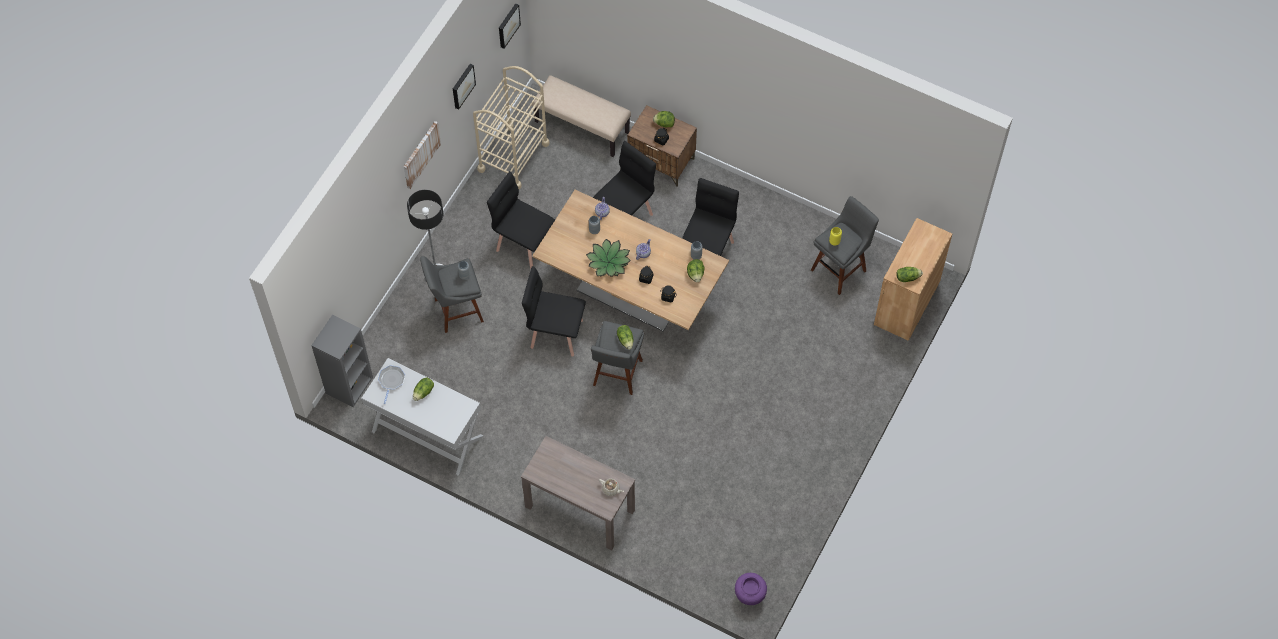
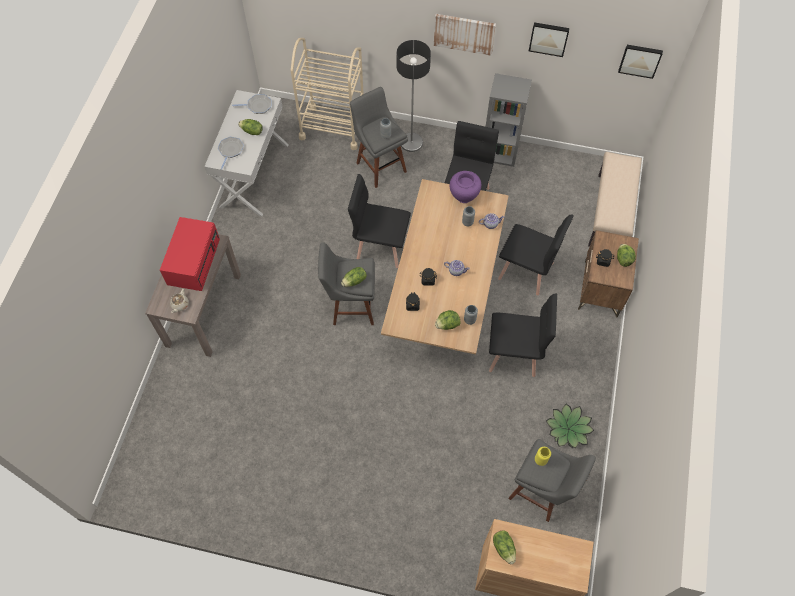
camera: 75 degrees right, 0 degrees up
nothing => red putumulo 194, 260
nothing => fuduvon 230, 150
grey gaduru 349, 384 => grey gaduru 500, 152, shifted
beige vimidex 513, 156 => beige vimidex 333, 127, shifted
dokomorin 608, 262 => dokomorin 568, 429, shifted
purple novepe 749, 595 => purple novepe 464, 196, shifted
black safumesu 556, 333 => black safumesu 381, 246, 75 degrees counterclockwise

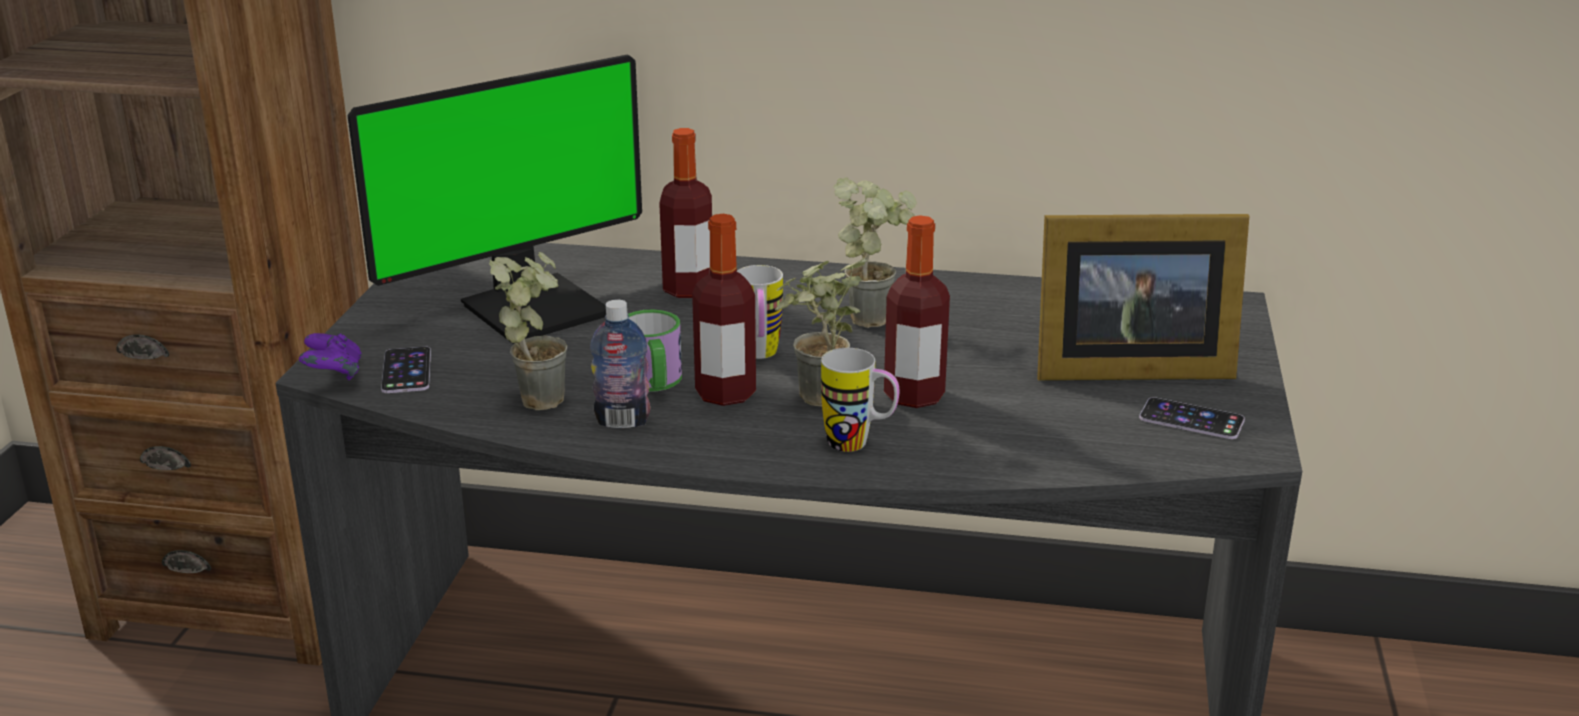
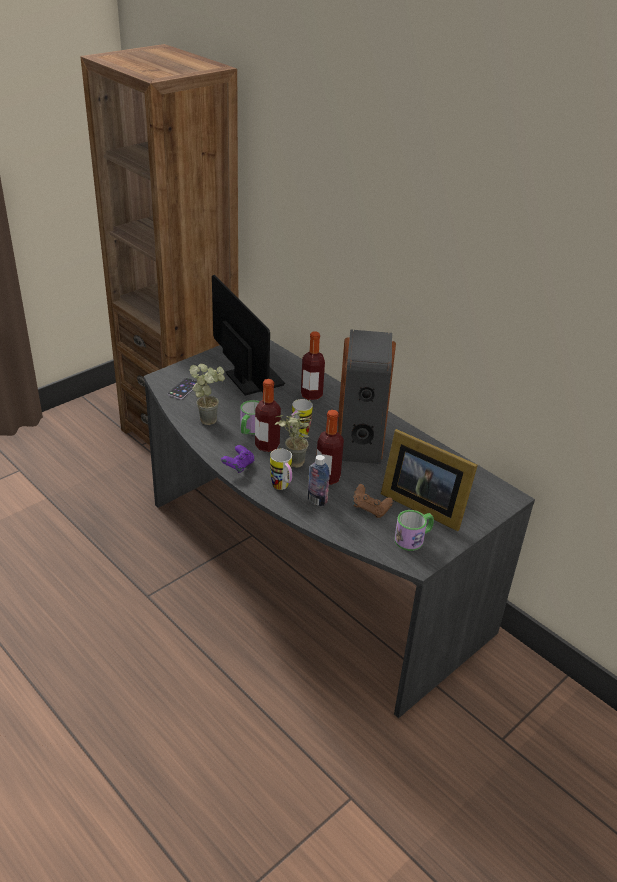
camera: 35 degrees right, 10 degrees up
nothing => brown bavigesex 370, 509
purple bavigesex 333, 376 => purple bavigesex 238, 466, shifted
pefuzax 622, 421 => pefuzax 317, 500, shifted
dokomorin 875, 316 => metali 361, 437
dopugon 1191, 419 => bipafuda 413, 538
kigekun 534, 307 => kigekun 251, 380, 120 degrees counterclockwise

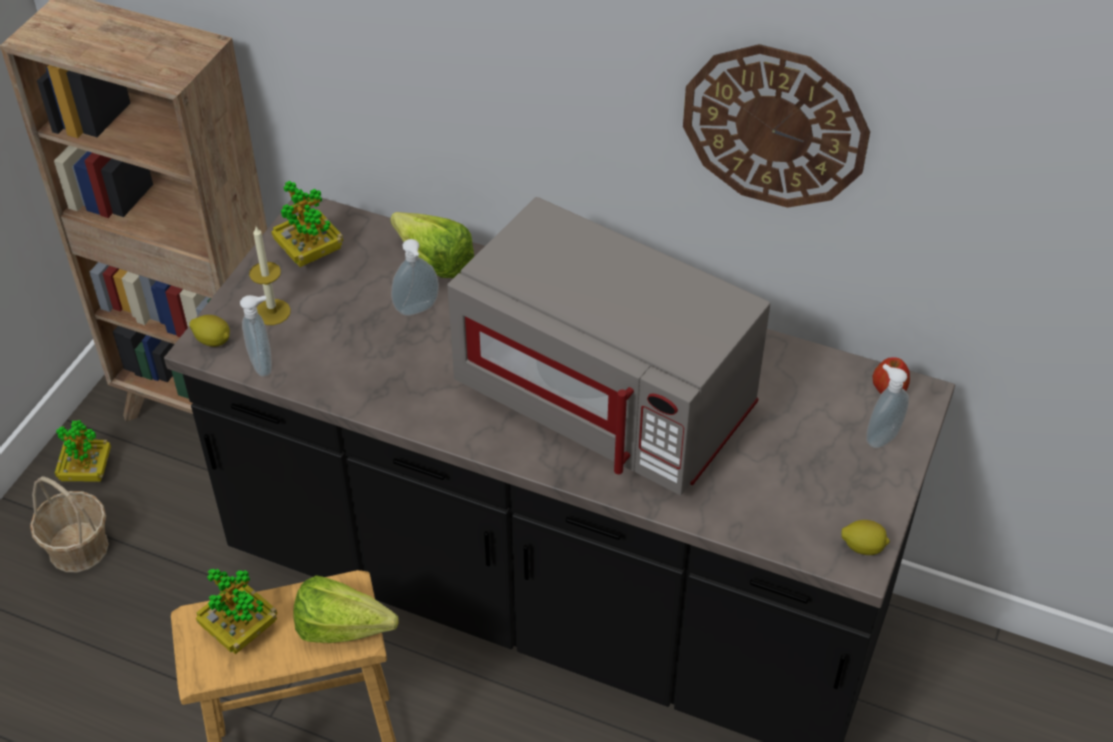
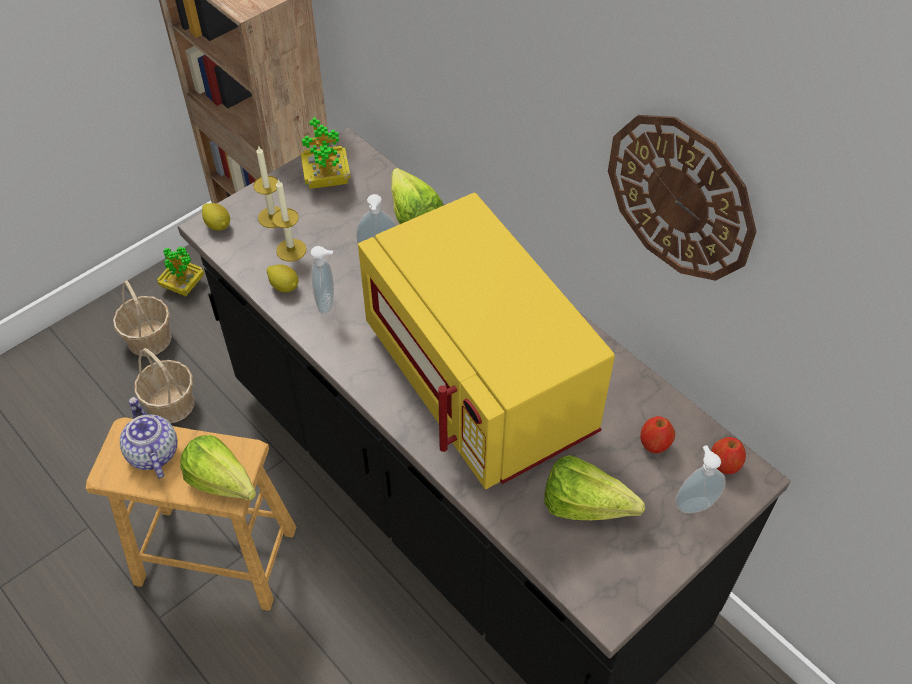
camera: 25 degrees right, 5 degrees up
nothing => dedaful 171, 403
nothing => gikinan 291, 250
nothing => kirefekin 592, 510
nothing => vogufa 654, 444
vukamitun 264, 364 => vukamitun 328, 303, shifted
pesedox 862, 547 => pesedox 284, 286, shifted
dokomorin 240, 630 => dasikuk 152, 452
grey putumulo 607, 399 => yellow putumulo 481, 381

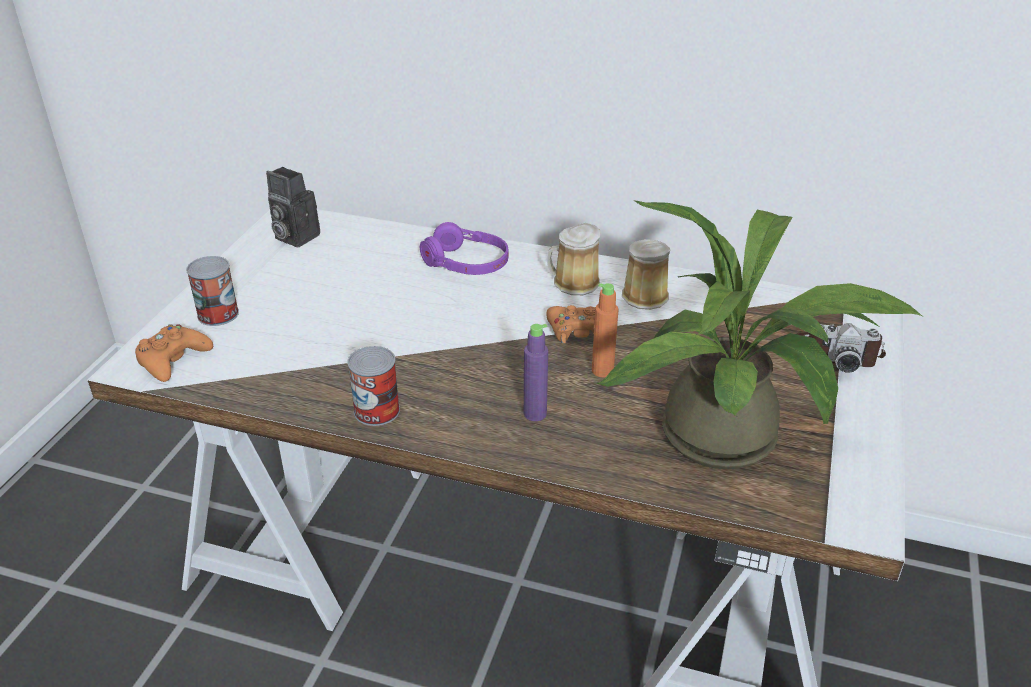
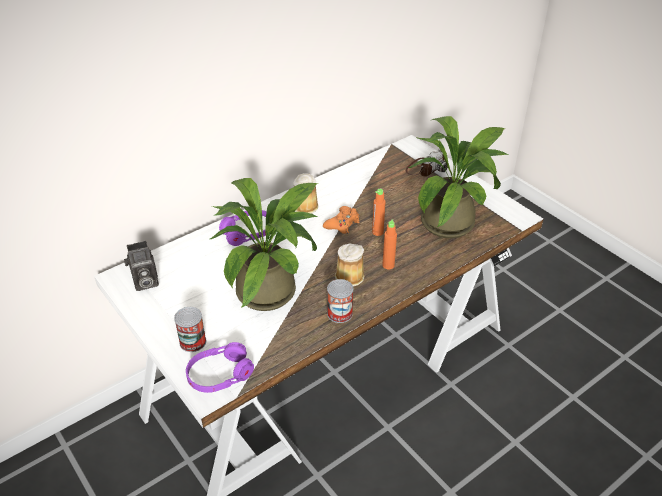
camera: 55 degrees left, 5 degrees up
nothing => dokomorin 273, 289
bipafuda 646, 295 => bipafuda 348, 276, shifted
orange bavigesex 173, 360 => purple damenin 220, 375
purple pefuzax 535, 414 => orange pefuzax 388, 265

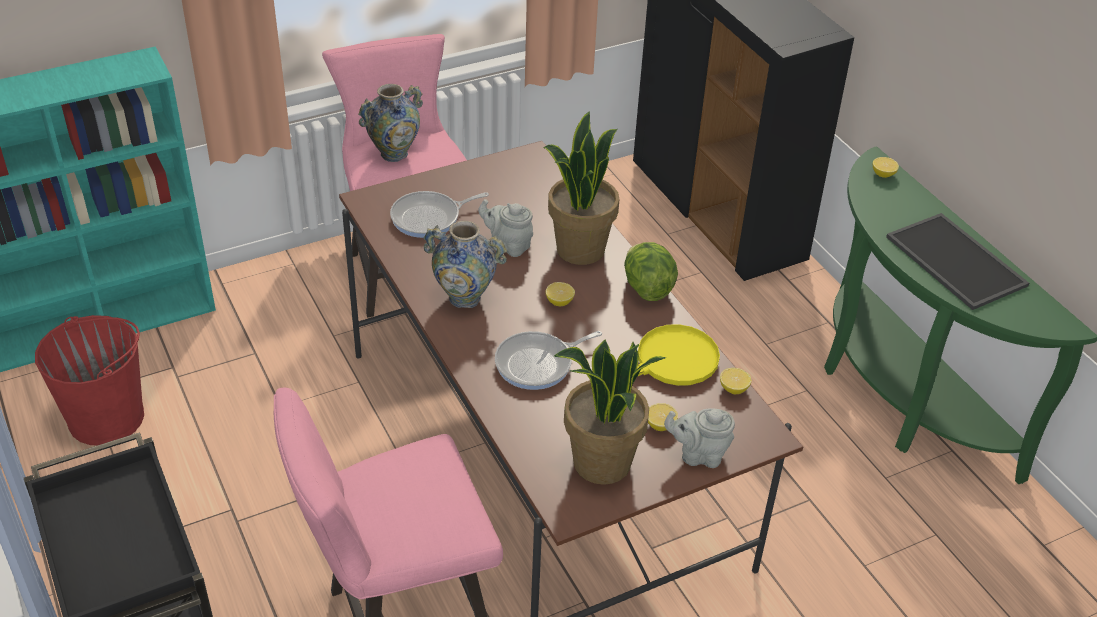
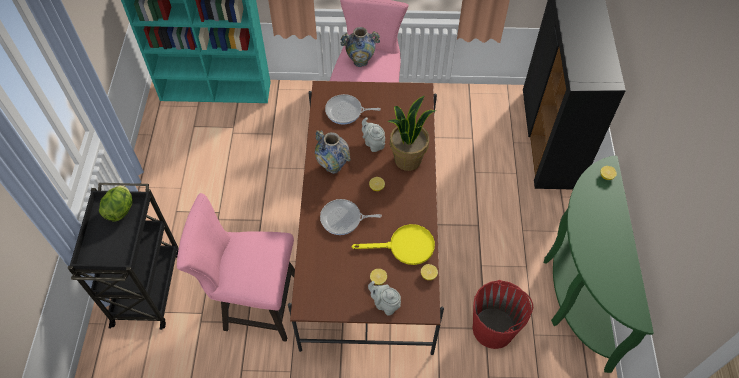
camera: 30 degrees right, 15 degrees up
dokomorin 602, 464 => nothing
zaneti 958, 261 => nothing
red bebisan 107, 418 => red bebisan 493, 328, shifted
kirefekin 647, 288 => kirefekin 121, 210, shifted

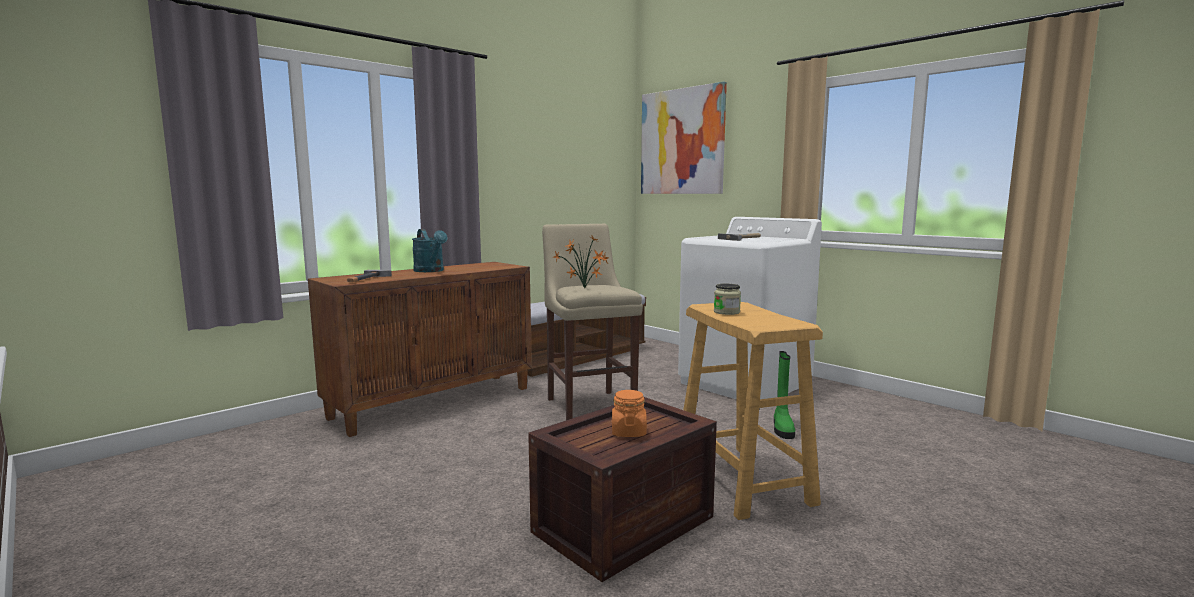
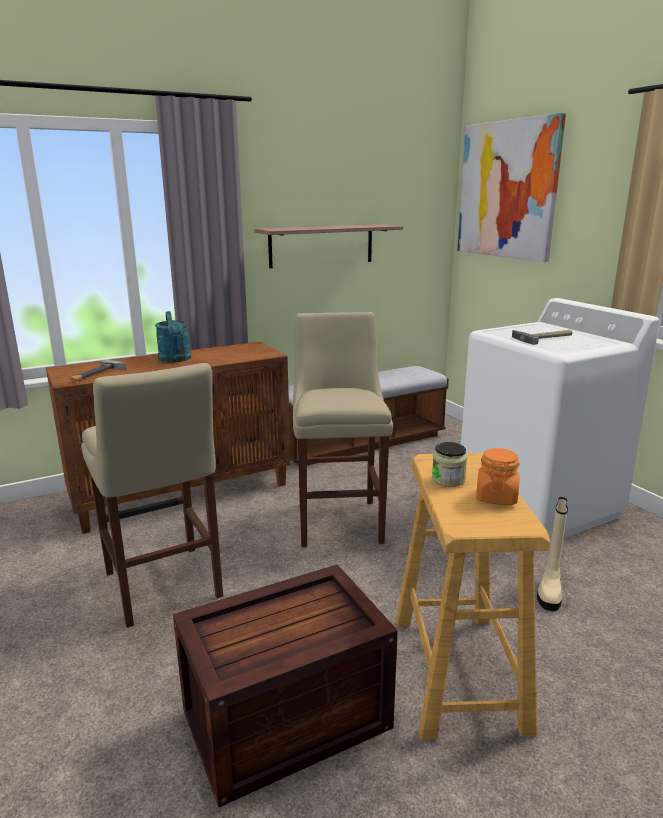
camera: 15 degrees right, 10 degrees up
dokomorin 585, 289 => nothing
nothing => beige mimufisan 164, 588
nothing => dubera 321, 245
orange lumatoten 628, 432 => orange lumatoten 496, 497, shifted
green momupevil 782, 428 => beige momupevil 550, 591

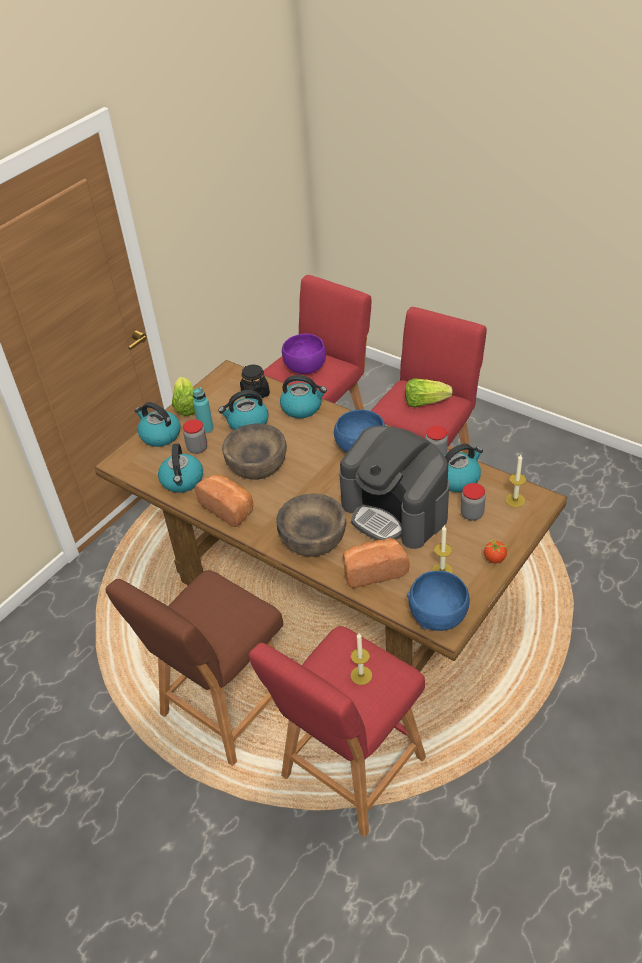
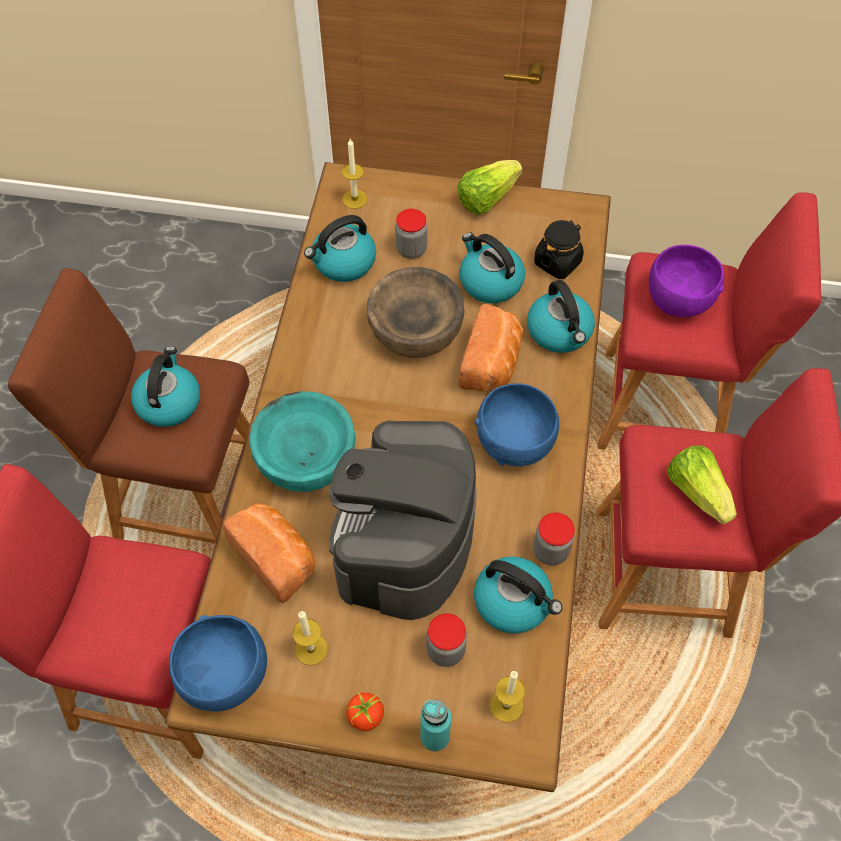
camera: 60 degrees right, 15 degrees up
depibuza 159, 435 => depibuza 169, 402, shifted
turquoise pefuzax 206, 428 => turquoise pefuzax 435, 736, shifted
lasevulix 229, 508 => lasevulix 492, 363, shifted
gikinan 361, 675 => gikinan 354, 199, shifted
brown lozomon 313, 538 => turquoise lozomon 305, 457

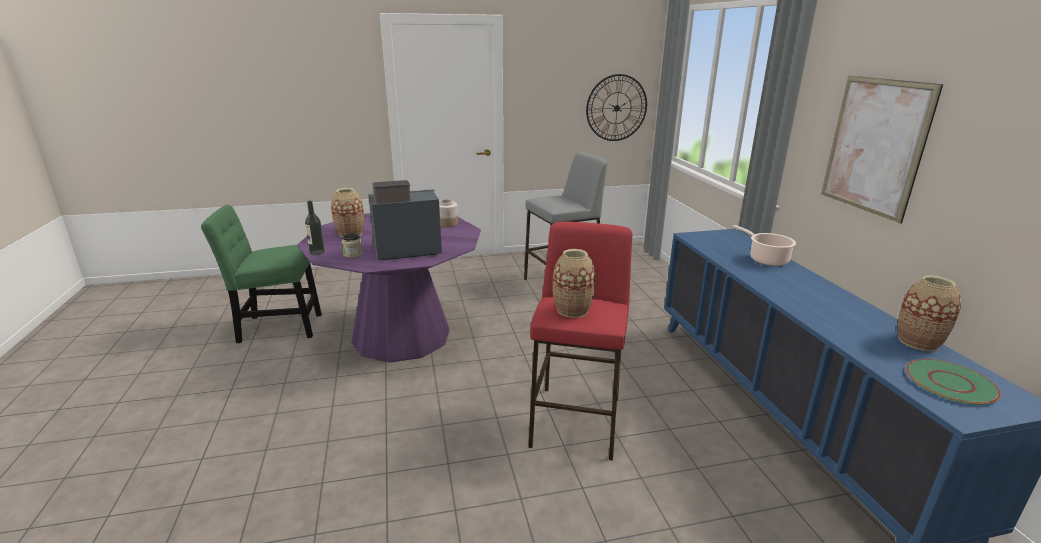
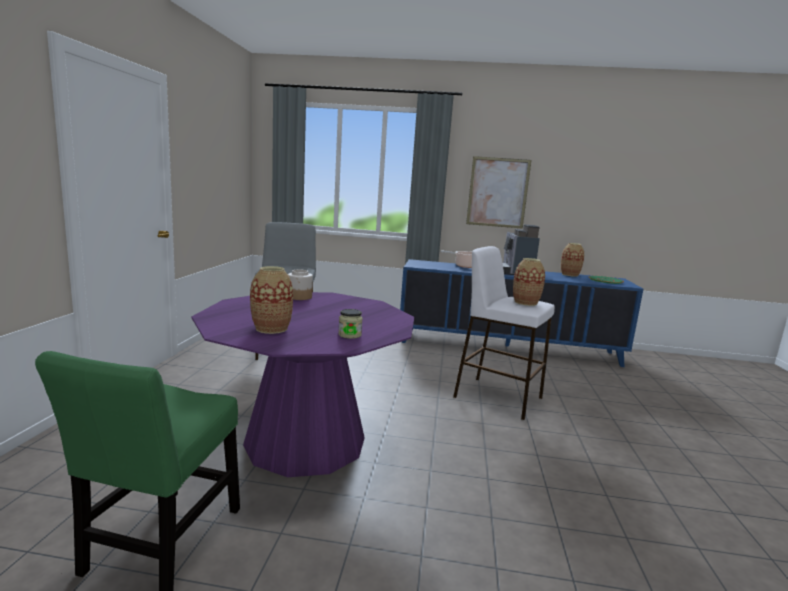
camera: 70 degrees left, 10 degrees down
pefuzax 317, 252 => nothing
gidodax 616, 108 => nothing
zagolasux 404, 251 => zagolasux 515, 272, shifted
red mimufisan 576, 421 => white mimufisan 497, 397

